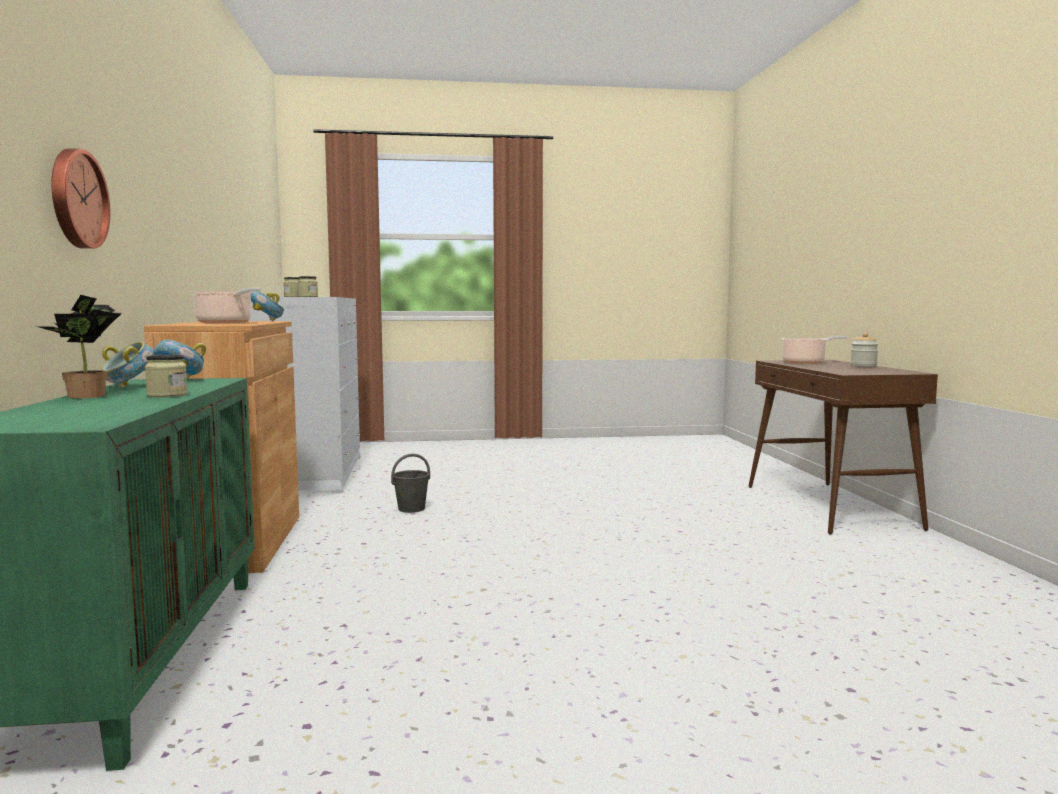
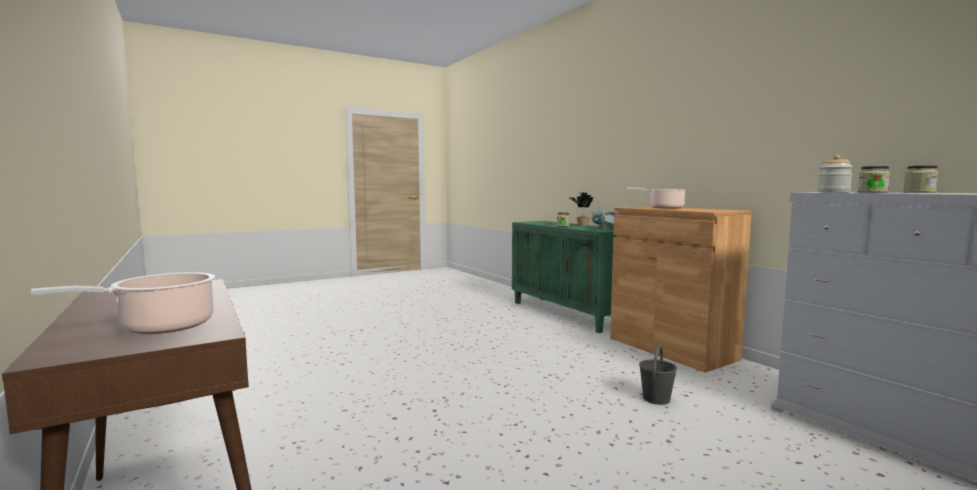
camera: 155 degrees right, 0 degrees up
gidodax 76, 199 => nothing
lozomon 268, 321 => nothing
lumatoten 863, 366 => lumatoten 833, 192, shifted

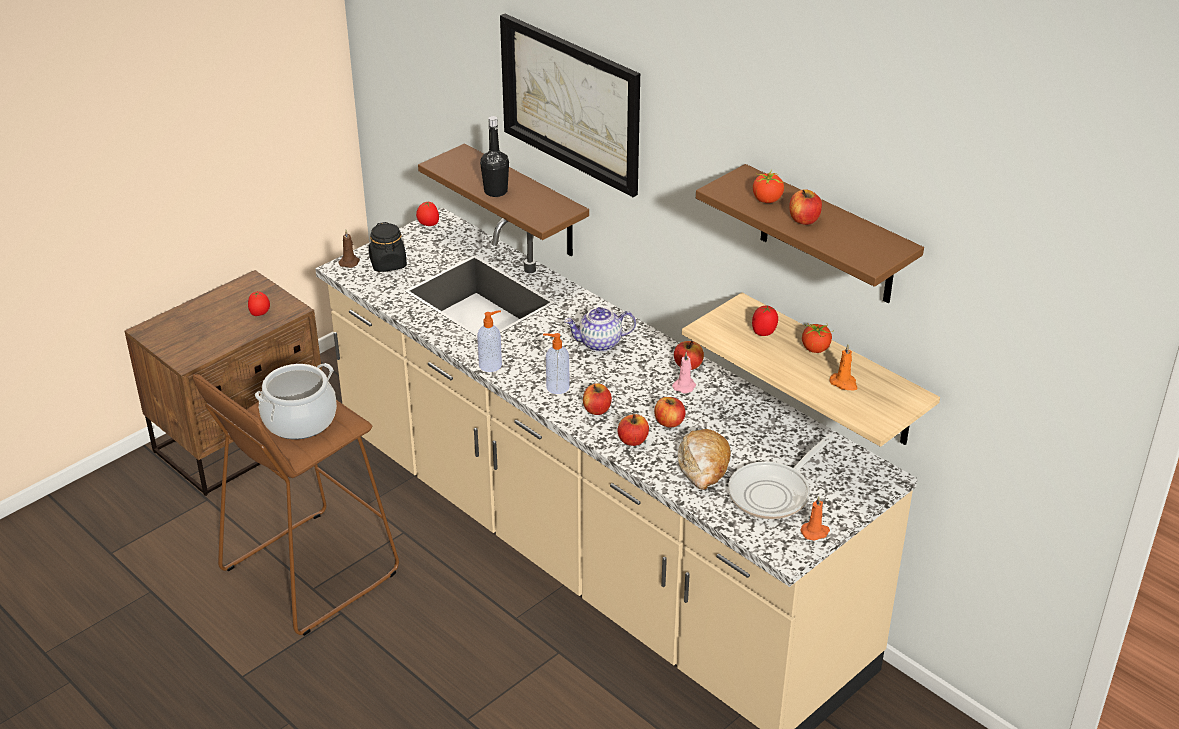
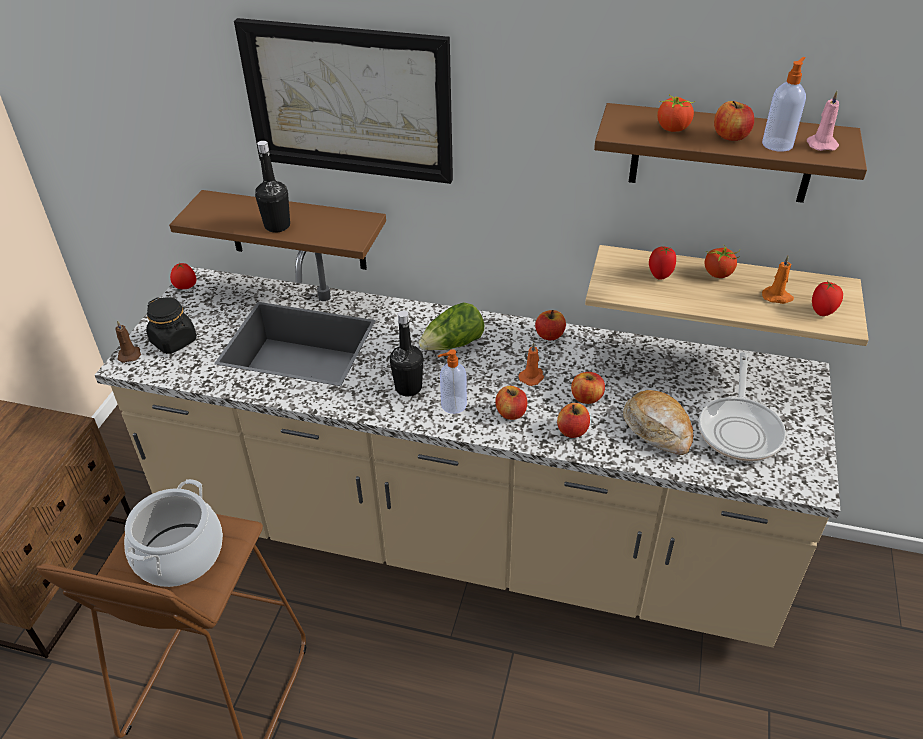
camera: 30 degrees left, 5 degrees up
nothing => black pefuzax 408, 388
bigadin 260, 314 => bigadin 822, 312, shifted
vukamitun 491, 365 => vukamitun 777, 144, shifted
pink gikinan 685, 386 => pink gikinan 820, 144, shifted
orange gikinan 815, 532 => orange gikinan 532, 377, shifted
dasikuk 599, 343 => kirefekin 453, 345

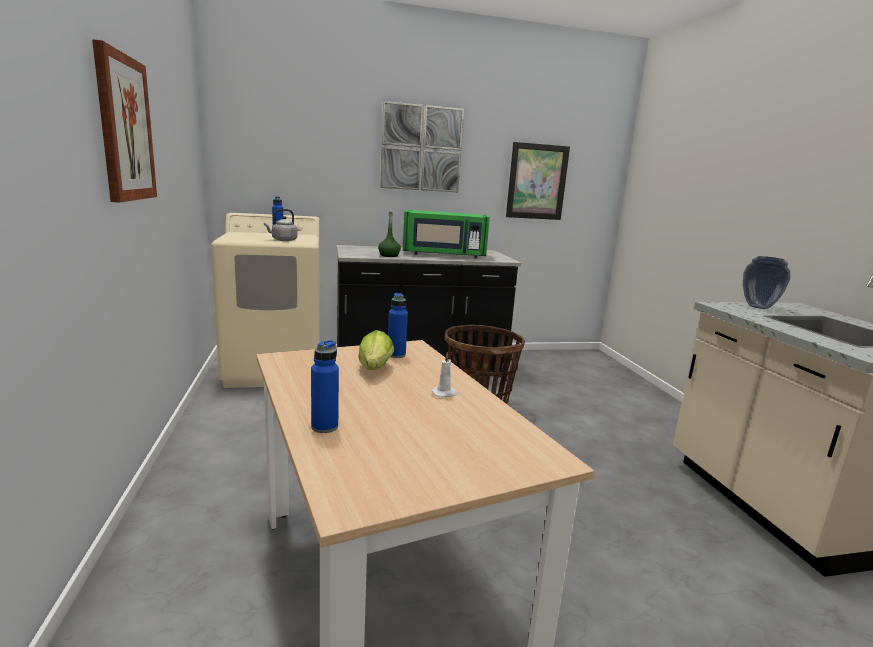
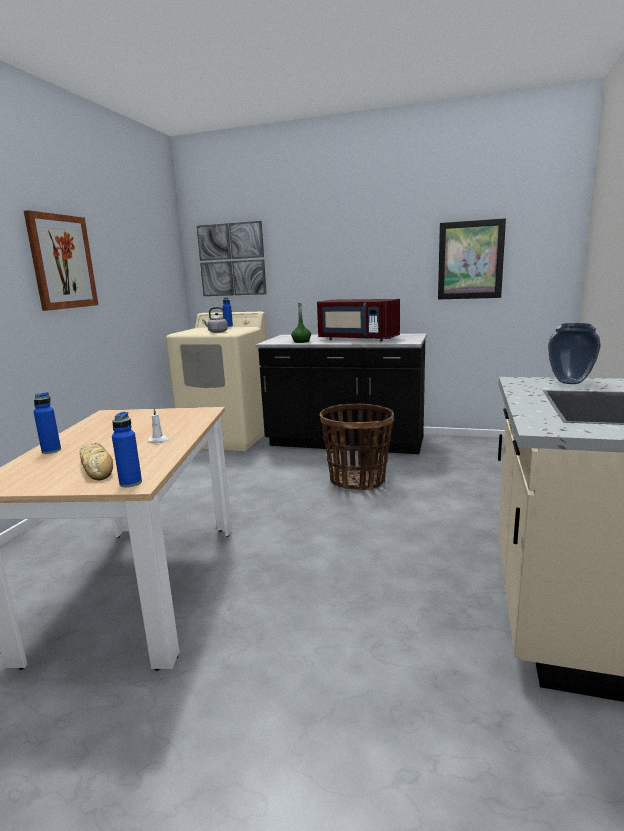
camera: 30 degrees right, 0 degrees up
kirefekin 374, 370 => nothing
nothing => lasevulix 97, 467
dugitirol 421, 148 => dugitirol 232, 260, shifted
blue pefuzax 396, 355 => blue pefuzax 130, 483, shifted
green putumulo 444, 255 => red putumulo 357, 339

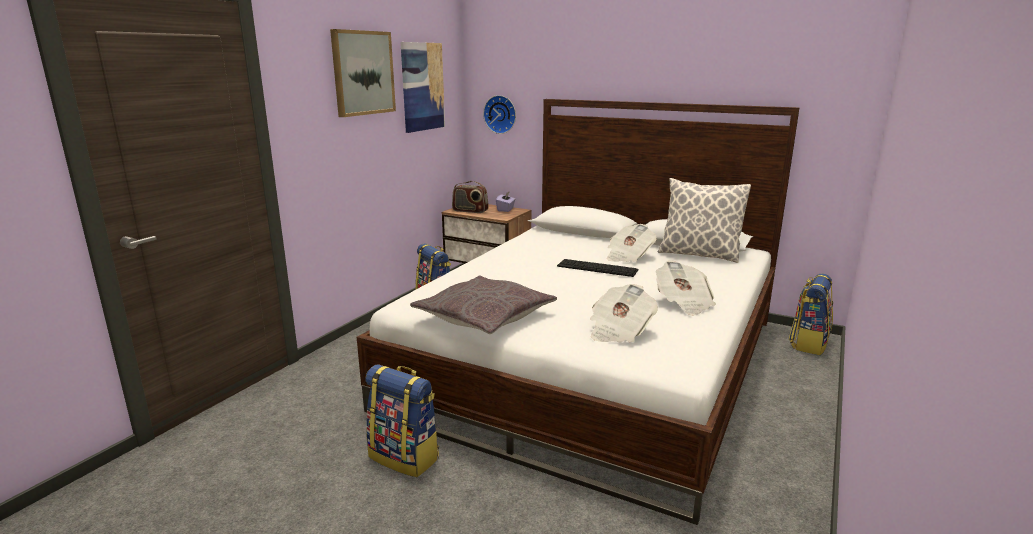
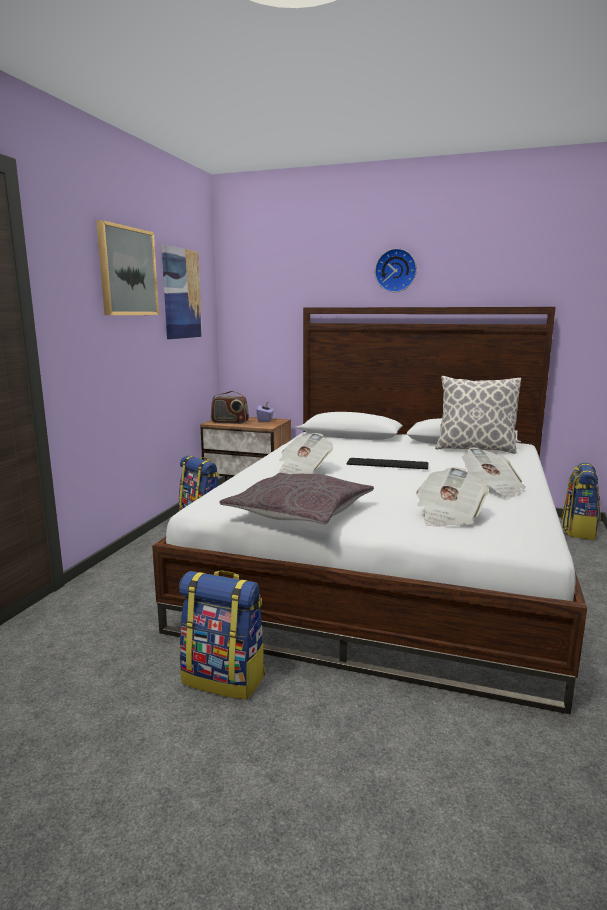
camera: 10 degrees left, 5 degrees down
gidodax 501, 114 => gidodax 396, 270, shifted
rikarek 628, 256 => rikarek 303, 469, shifted

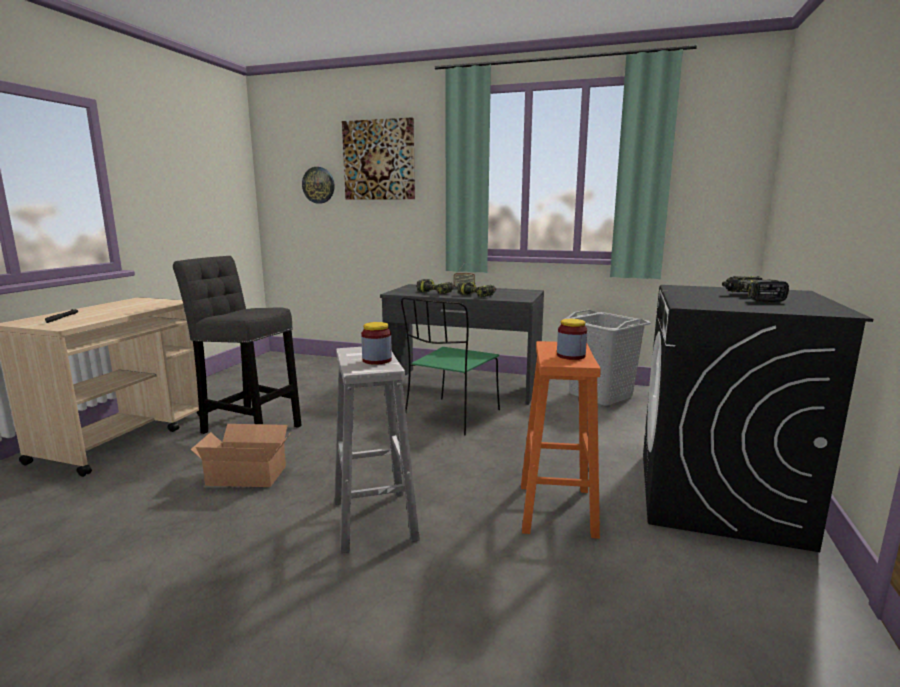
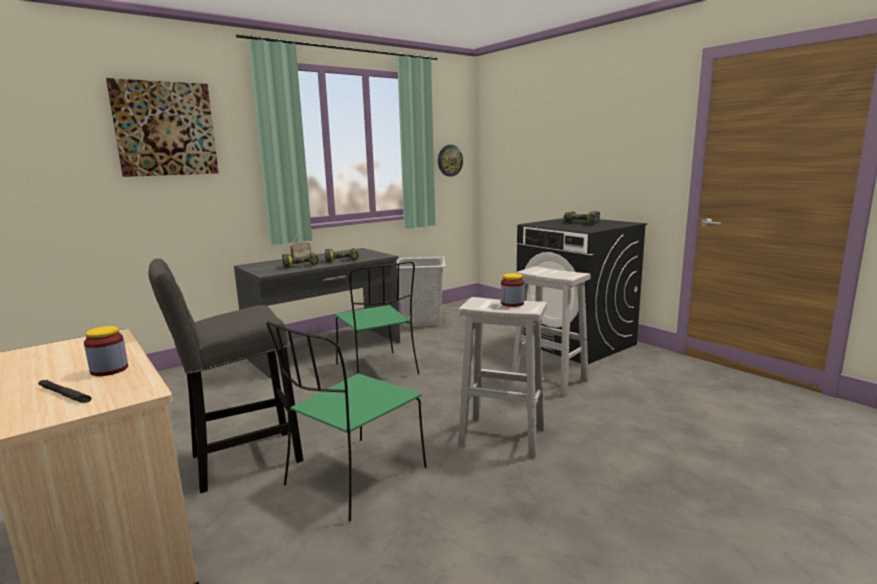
camera: 55 degrees left, 0 degrees up
gidodax 318, 185 => gidodax 449, 160, shifted
lumatoten 571, 356 => lumatoten 109, 370, shifted
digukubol 246, 474 => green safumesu 353, 478
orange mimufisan 557, 511 => white mimufisan 550, 380

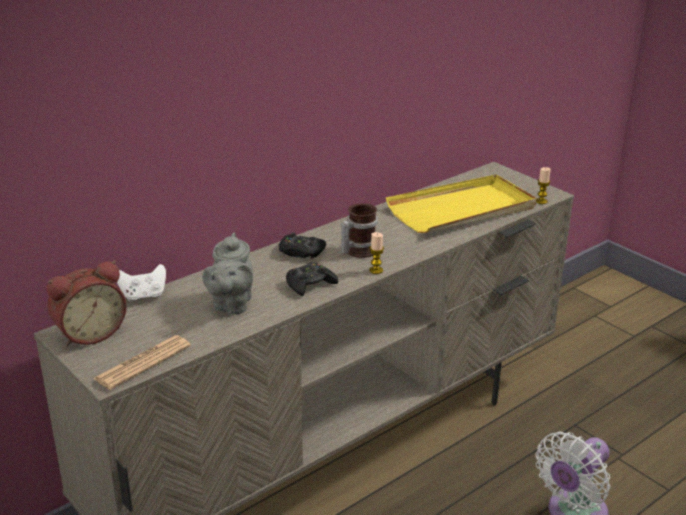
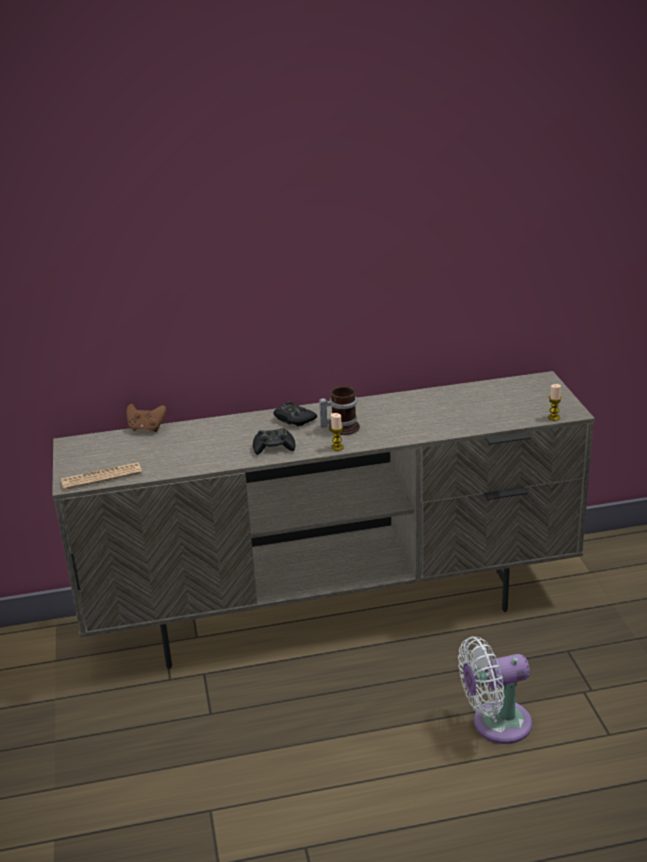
camera: 30 degrees right, 0 degrees up
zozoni 89, 333 => nothing
grey dasikuk 231, 304 => nothing
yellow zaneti 462, 209 => nothing
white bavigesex 143, 296 => brown bavigesex 146, 428

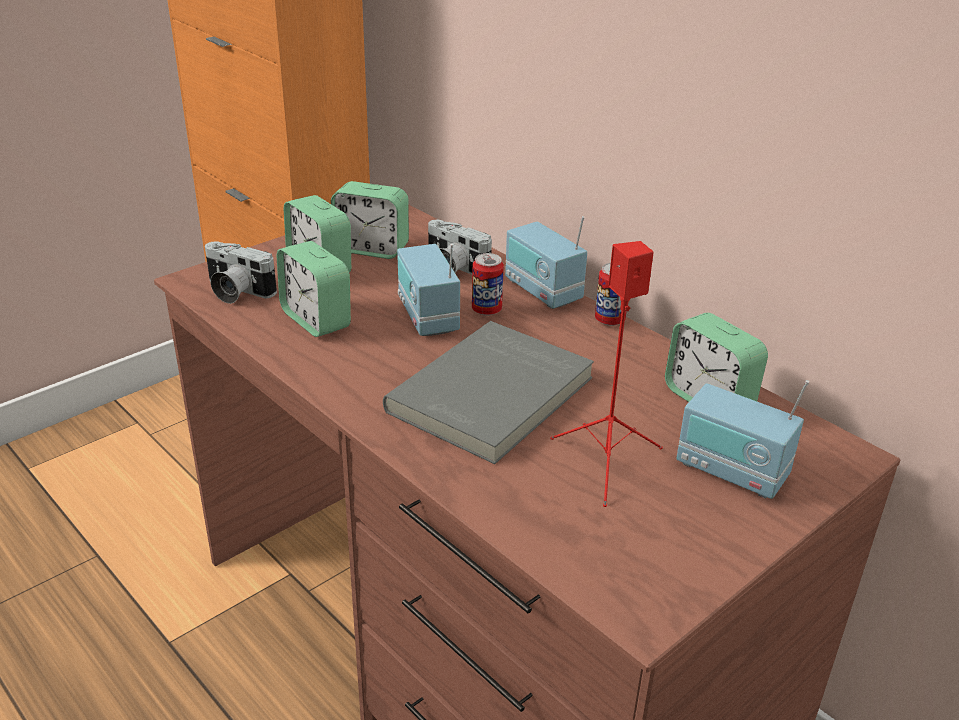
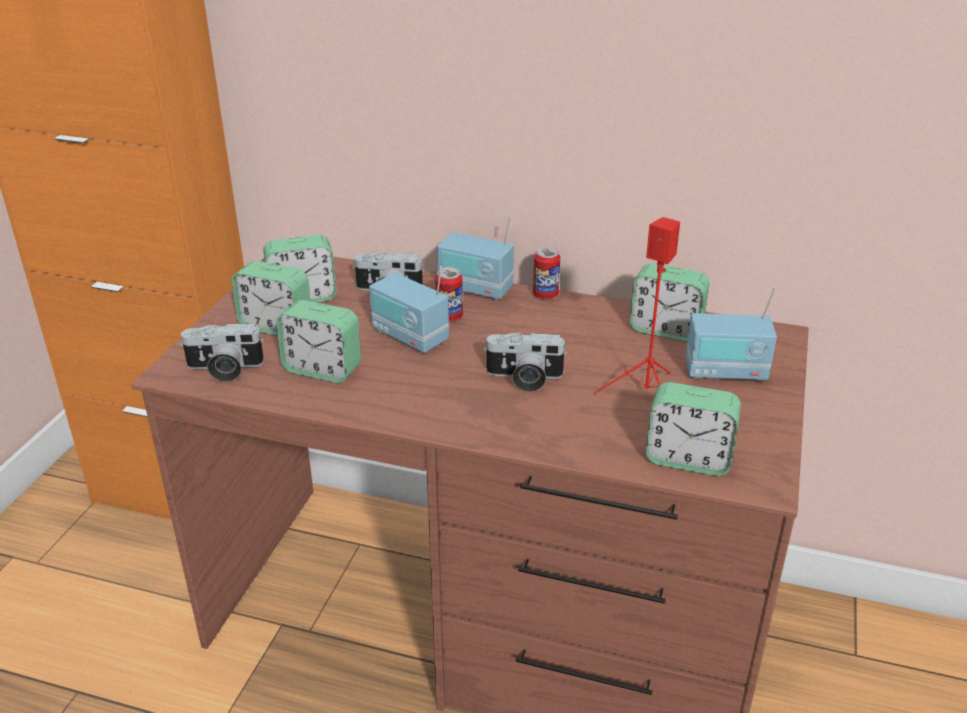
camera: 30 degrees left, 0 degrees up
nothing => zozoni 688, 459
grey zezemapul 494, 396 => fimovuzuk 524, 378

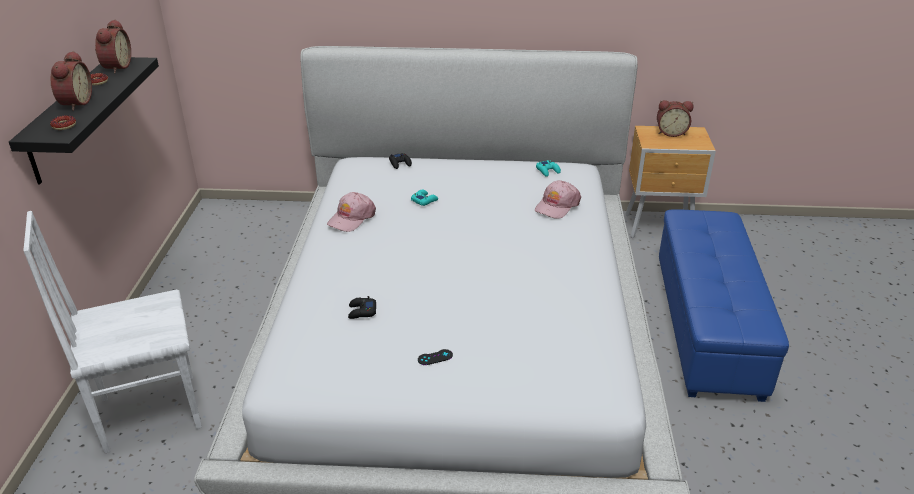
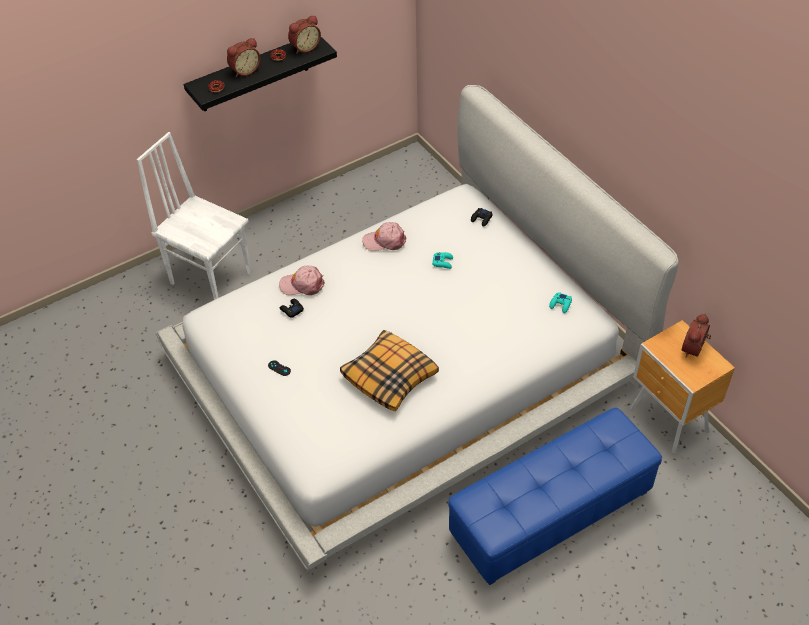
camera: 55 degrees right, 15 degrees up
nothing => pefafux 390, 376
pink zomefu 557, 206 => pink zomefu 302, 284, shifted
zozoni 671, 132 => zozoni 694, 349, 60 degrees clockwise

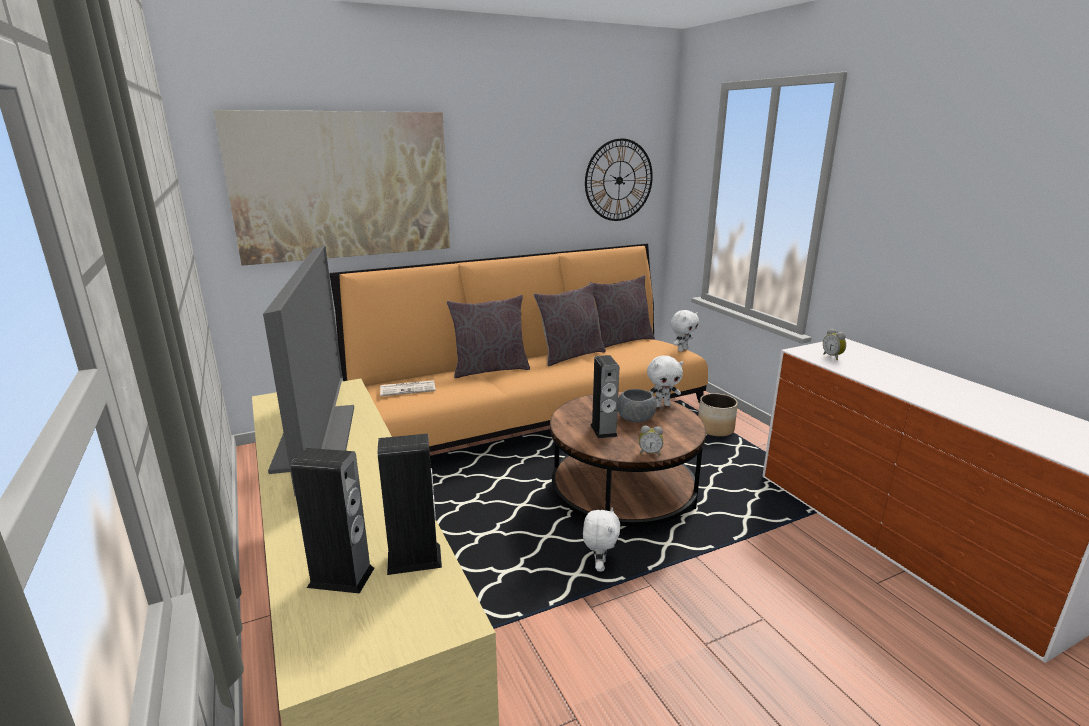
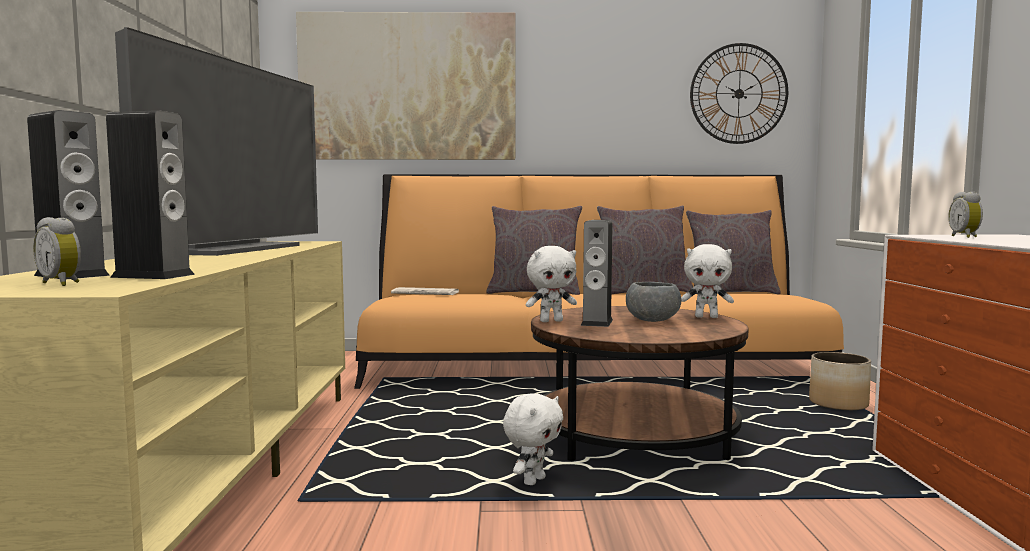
camera: 25 degrees right, 15 degrees down
zozoni 650, 453 => zozoni 63, 283, shifted
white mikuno 682, 349 => white mikuno 551, 321, shifted

